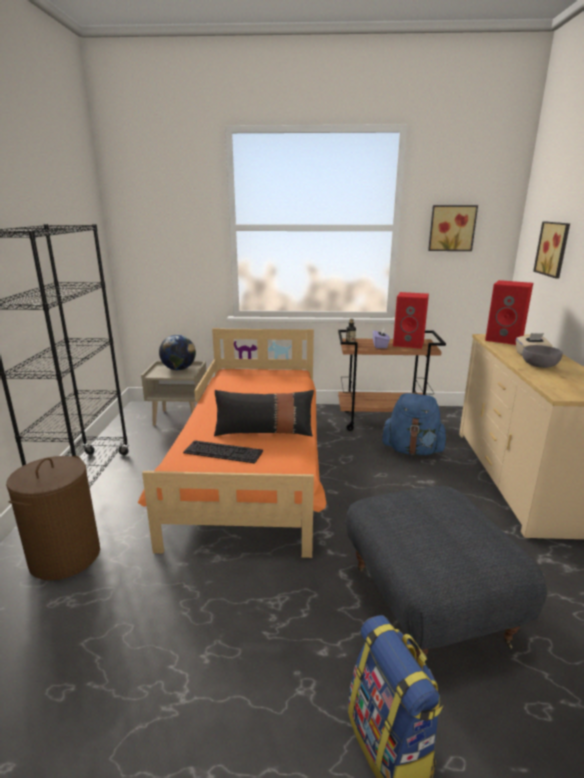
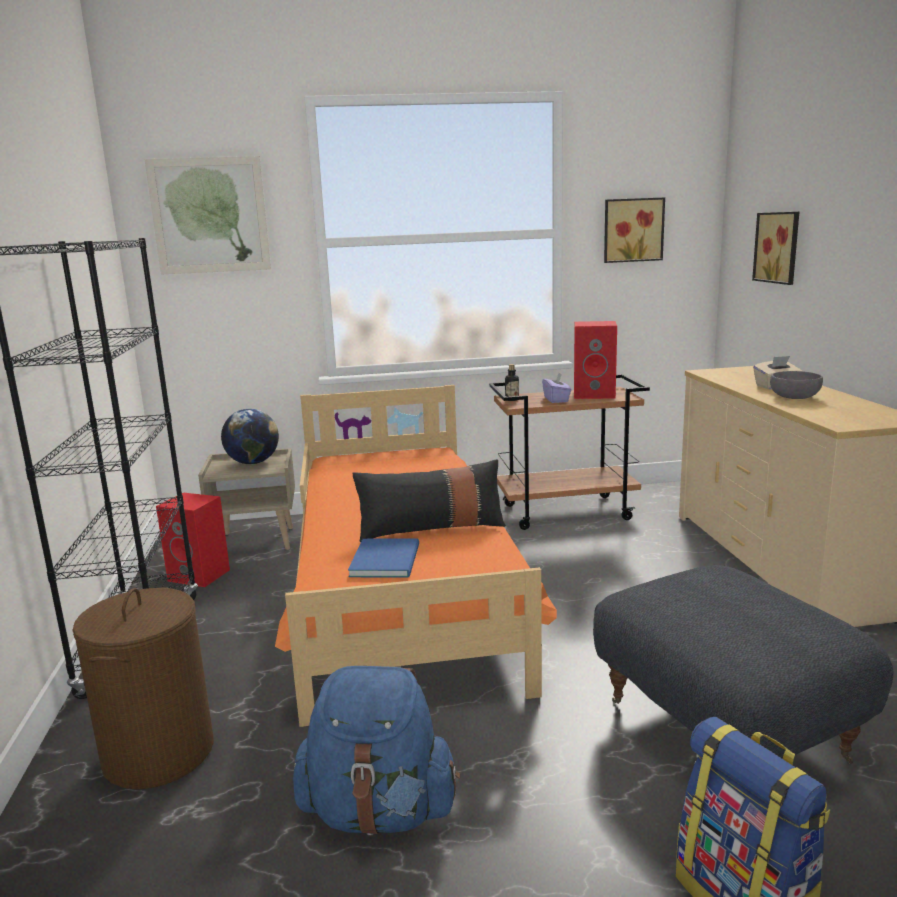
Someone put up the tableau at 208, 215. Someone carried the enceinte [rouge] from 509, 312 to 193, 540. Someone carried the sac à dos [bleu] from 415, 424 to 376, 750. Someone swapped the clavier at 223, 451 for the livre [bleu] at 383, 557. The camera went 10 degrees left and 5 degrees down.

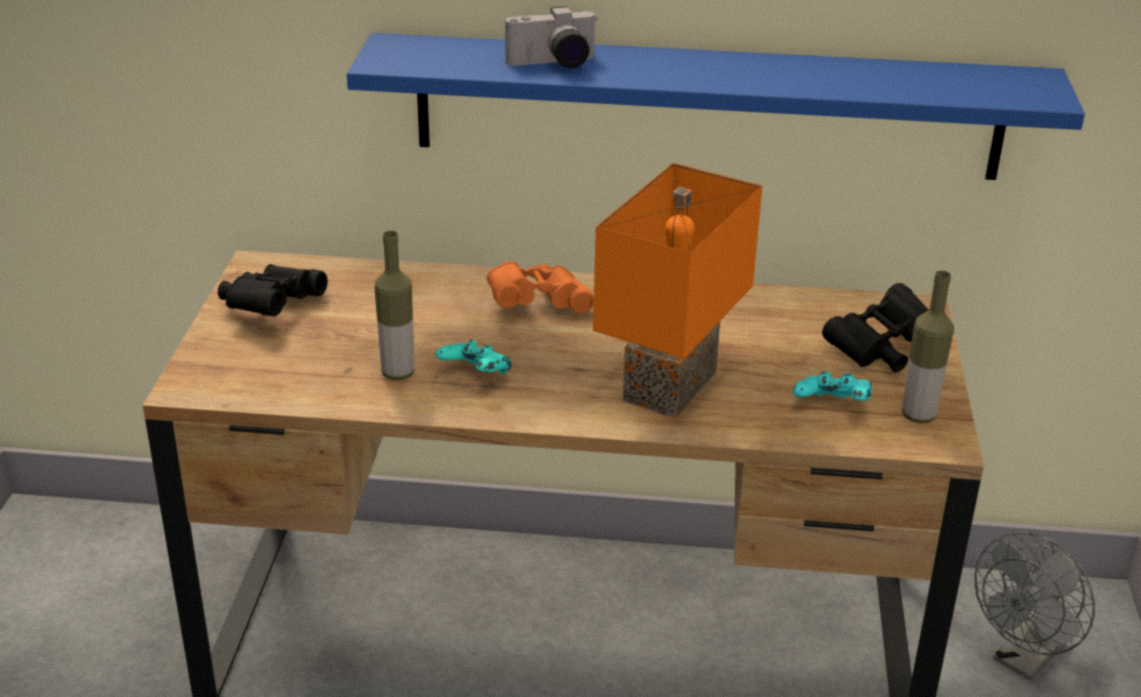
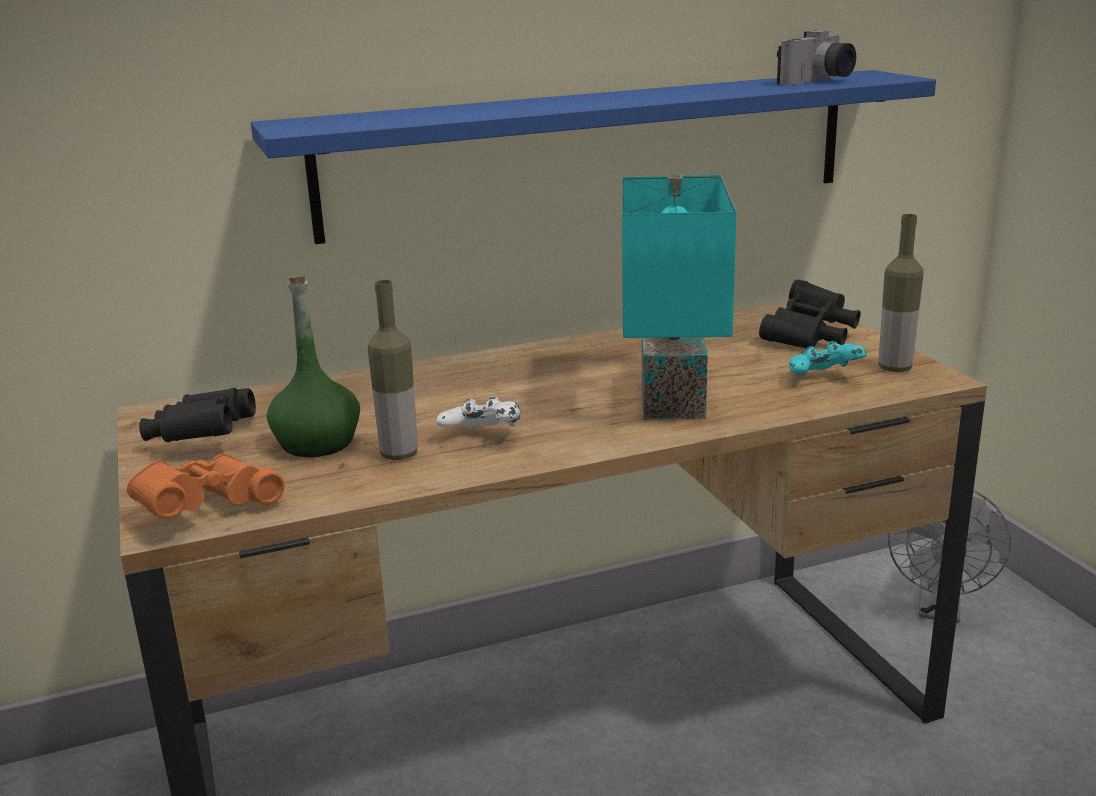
Someone carried the jumelles [orange] from 540, 287 to 206, 486. Someone put down the bouteille [vert] at 313, 366. Someone repainted the manette [turquoise] at 474, 357, which became the manette [blanc] at 478, 413. Someone repainted the lampe de table [orange] at 677, 290, which became the lampe de table [turquoise] at 679, 297. Someone carried the appareil photo from 551, 37 to 816, 58. The camera went 25 degrees left and 10 degrees down.

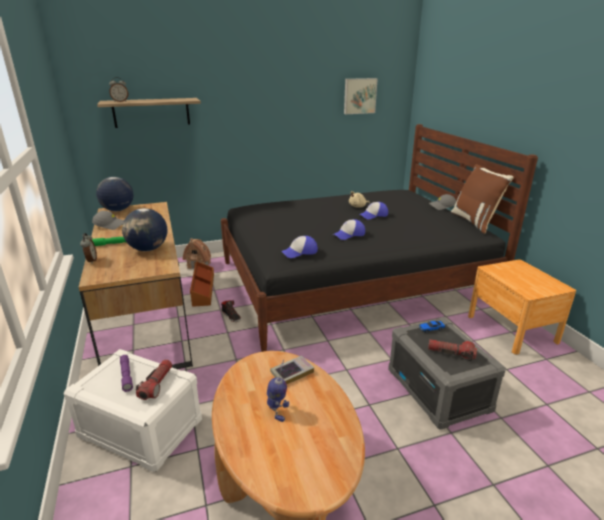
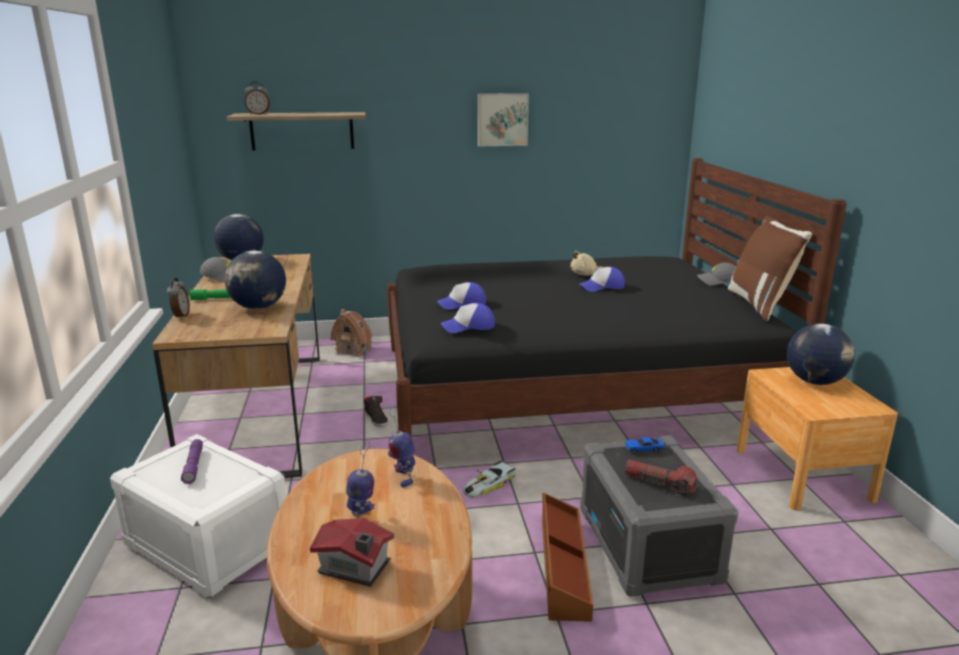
Someone put down the maison miniature at 352, 552. Someone swapped the livre at 292, 370 for the robot jouet at 402, 446. Someone carried the casquette from 349, 229 to 461, 296. Someone put down the petite voiture at 489, 479. Someone carried the tableau from 361, 96 to 503, 119. Someone carried the boîte de rangement [marron] from 202, 284 to 567, 557. Someone put down the globe at 821, 354. Someone took away the lampe de poche at 154, 379. The camera went 10 degrees right and 5 degrees down.

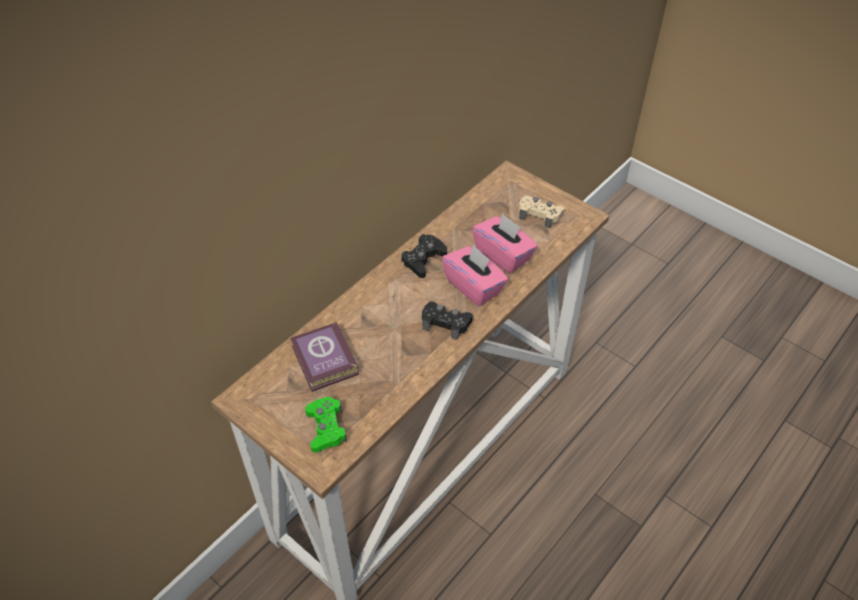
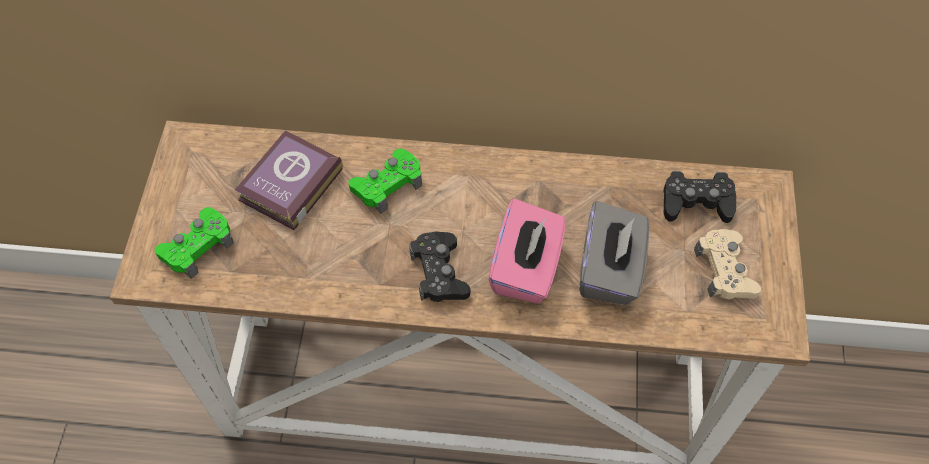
Someone put down the manette [vert] at 385, 181. Someone repainted the boîte à mouchoirs [rose] at 505, 243, which became the boîte à mouchoirs [gris] at 614, 253. Someone carried the manette [noir] from 424, 256 to 699, 197. The camera went 55 degrees right and 10 degrees up.

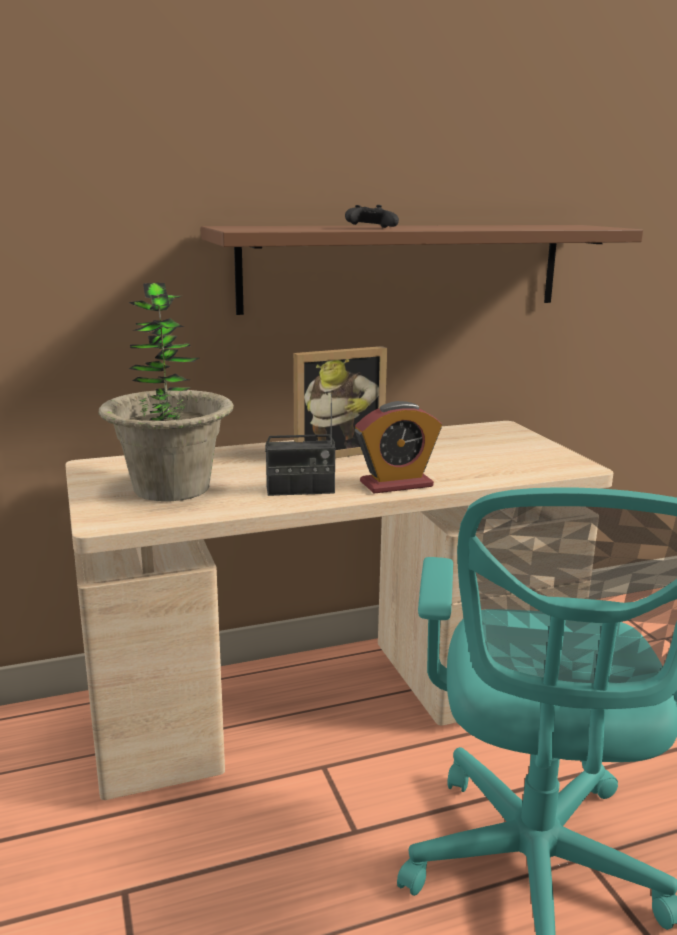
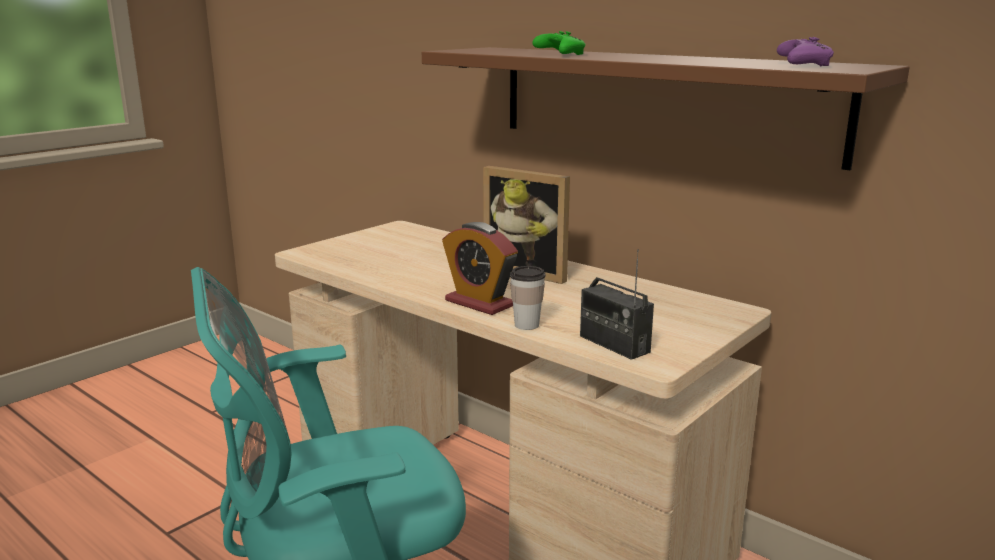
Someone put down the tasse at 528, 298. Someone repainted the manette [noir] at 372, 216, which became the manette [vert] at 558, 43. Someone carried the radio from 300, 445 to 617, 304. Someone put down the manette [violet] at 805, 51. Someone took away the plante en pot at 166, 392. The camera went 60 degrees right and 0 degrees up.

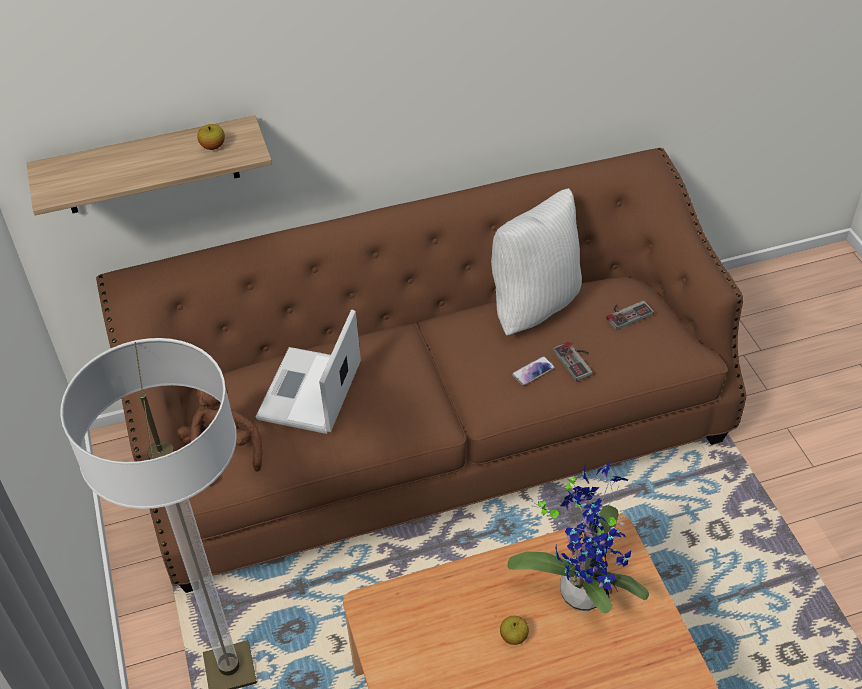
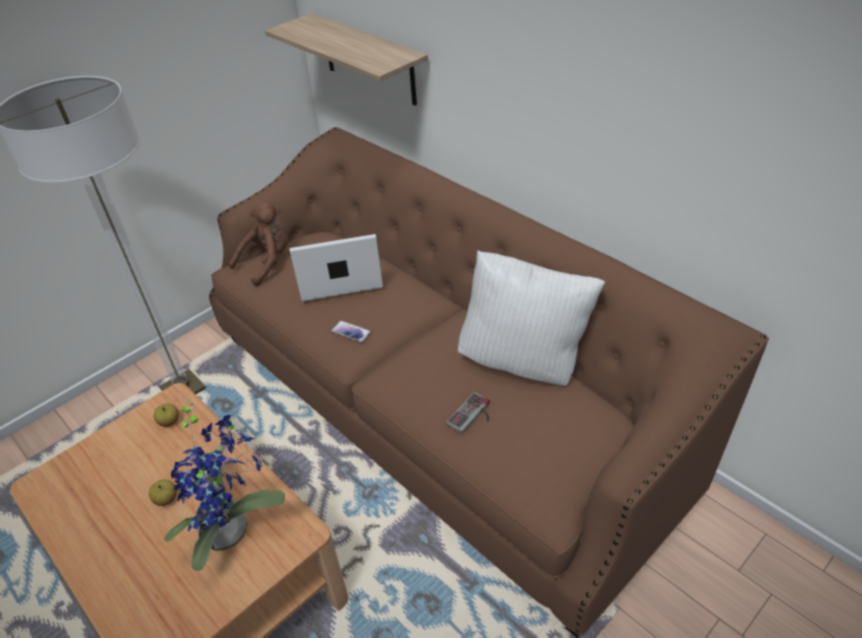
Someone carried the pomme from 211, 137 to 166, 415. Someone carried the téléphone from 533, 371 to 351, 331. Someone took away the manette at 630, 315. The camera went 65 degrees right and 5 degrees down.

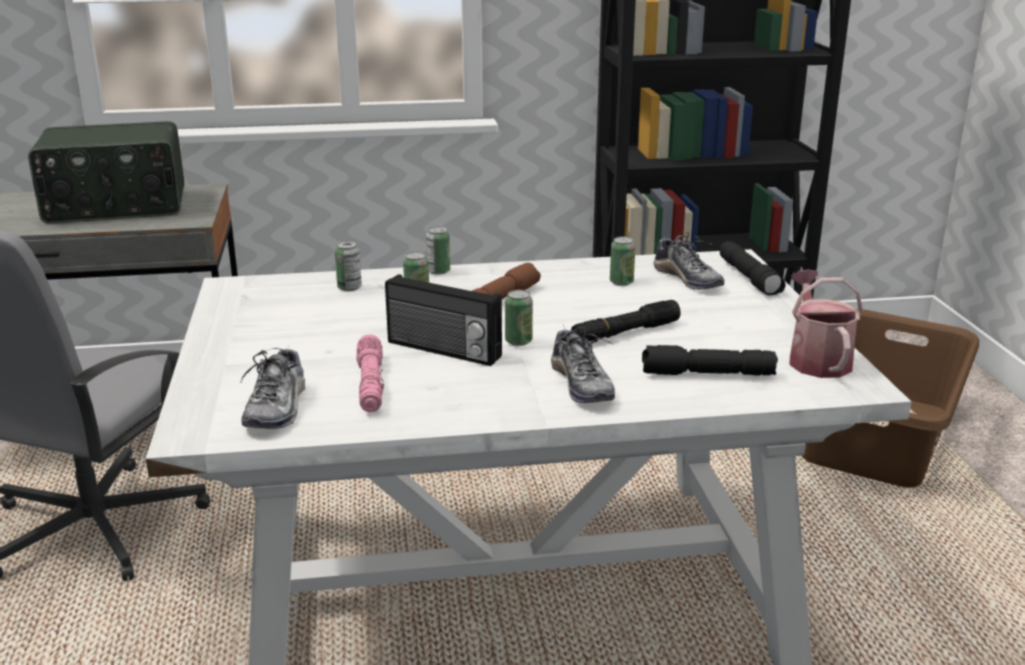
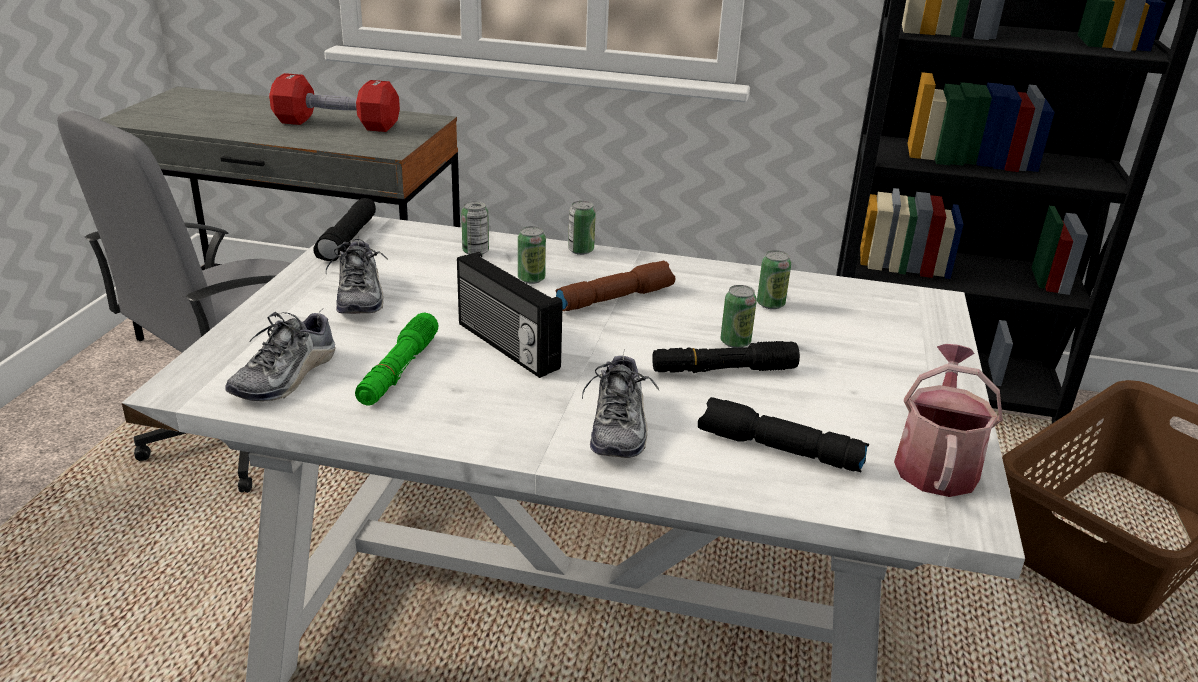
Someone swapped the radio at 106, 172 for the haltère [rouge] at 334, 102. Someone carried the lampe de poche [noir] from 753, 268 to 344, 229. Someone carried the chaussure from 688, 261 to 357, 275. Someone repainted the lampe de poche [rose] at 370, 373, which became the lampe de poche [vert] at 397, 359. Someone carried the boîte métallique from 519, 318 to 739, 316. The camera went 20 degrees right and 5 degrees up.

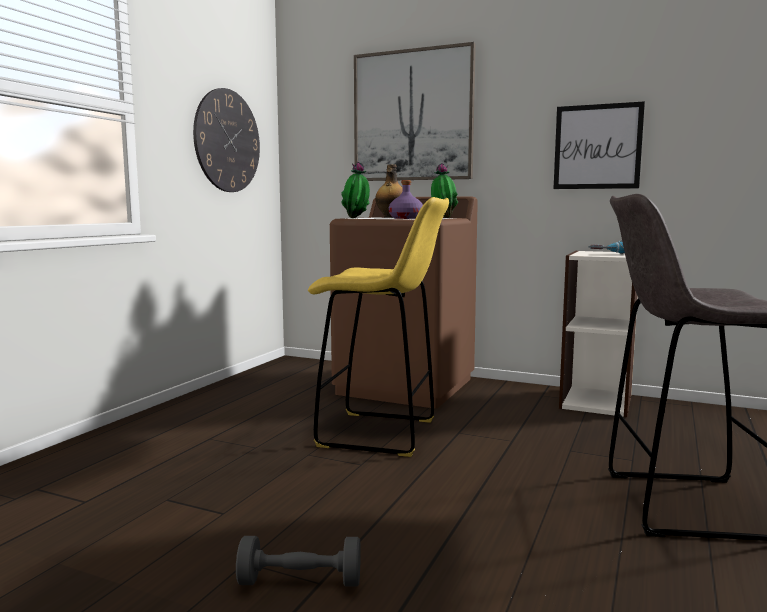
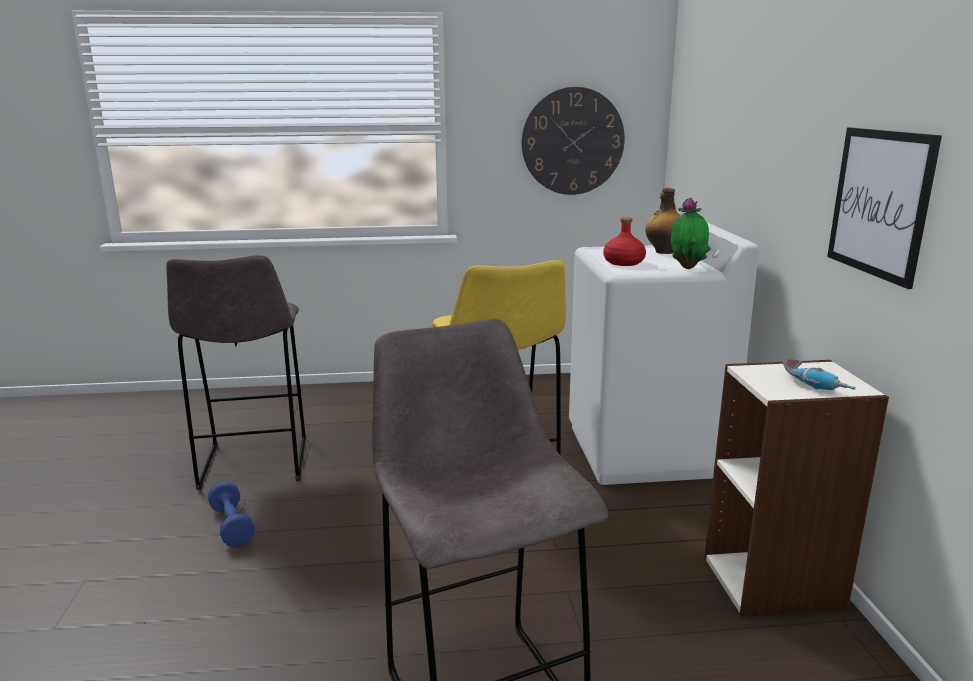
Someone put down the tabouret [gris] at 236, 372. Someone repainted the haltère [gris] at 298, 561, which became the haltère [bleu] at 231, 514. Someone repainted the lave-linge [marron] at 404, 302, which became the lave-linge [blanc] at 664, 354. Someone repainted the bouteille [violet] at 406, 199, which became the bouteille [rouge] at 625, 241. Someone took away the plante en pot at 355, 190. Someone took away the tableau at 415, 111. The camera went 60 degrees right and 10 degrees up.

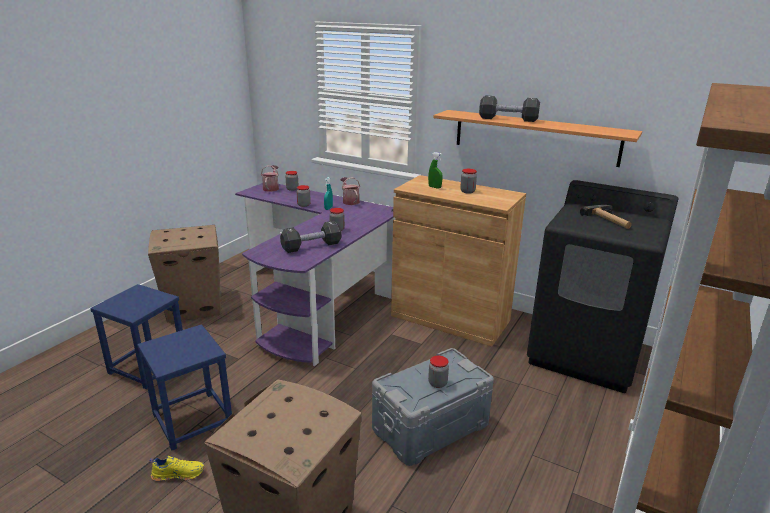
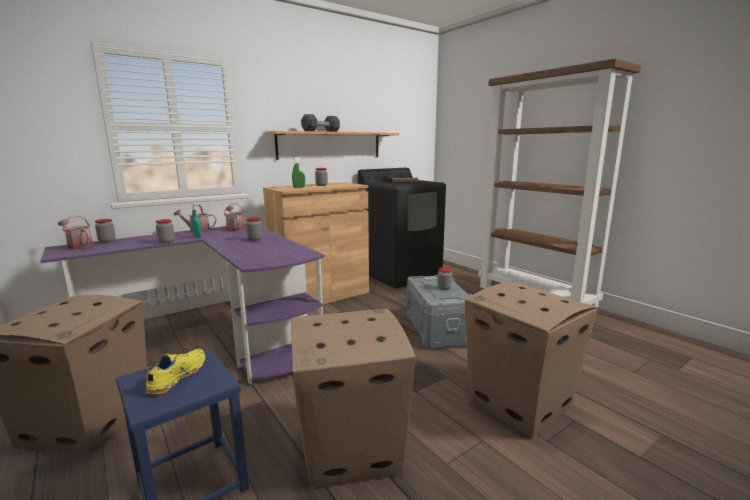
Someone carried the chaussure [jaune] from 177, 468 to 175, 372. Someone put down the arrosoir at 234, 217. Someone swapped the tabouret [bleu] at 184, 387 for the carton at 353, 399. Someone took away the haltère [noir] at 311, 237. The camera went 65 degrees left and 10 degrees down.

